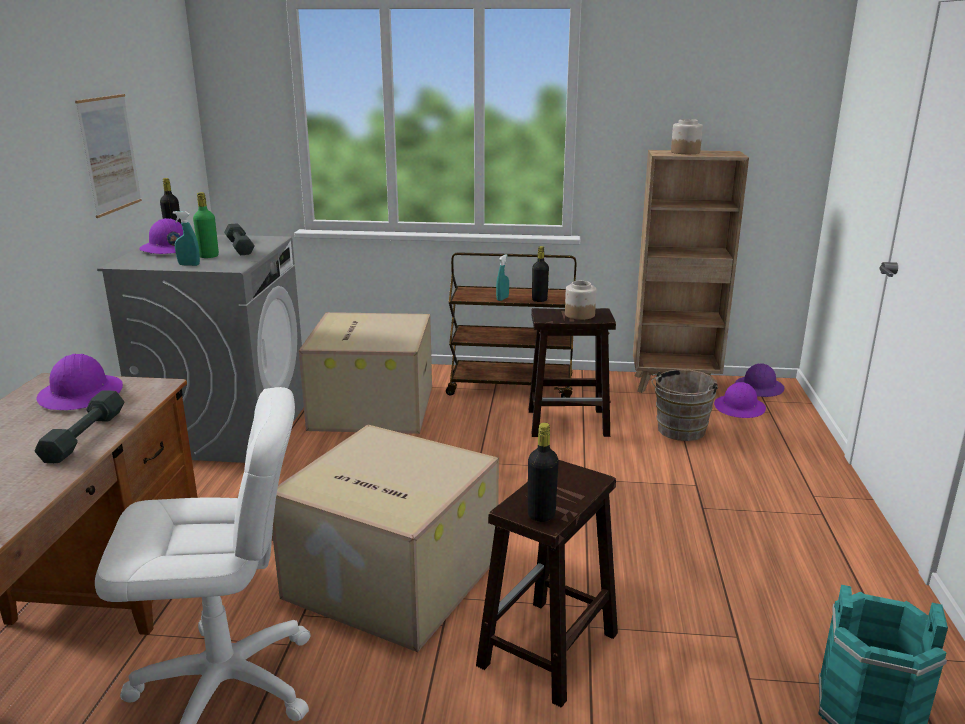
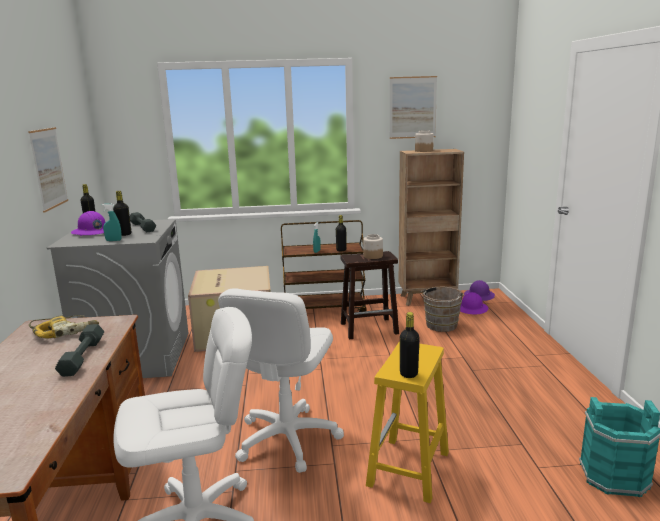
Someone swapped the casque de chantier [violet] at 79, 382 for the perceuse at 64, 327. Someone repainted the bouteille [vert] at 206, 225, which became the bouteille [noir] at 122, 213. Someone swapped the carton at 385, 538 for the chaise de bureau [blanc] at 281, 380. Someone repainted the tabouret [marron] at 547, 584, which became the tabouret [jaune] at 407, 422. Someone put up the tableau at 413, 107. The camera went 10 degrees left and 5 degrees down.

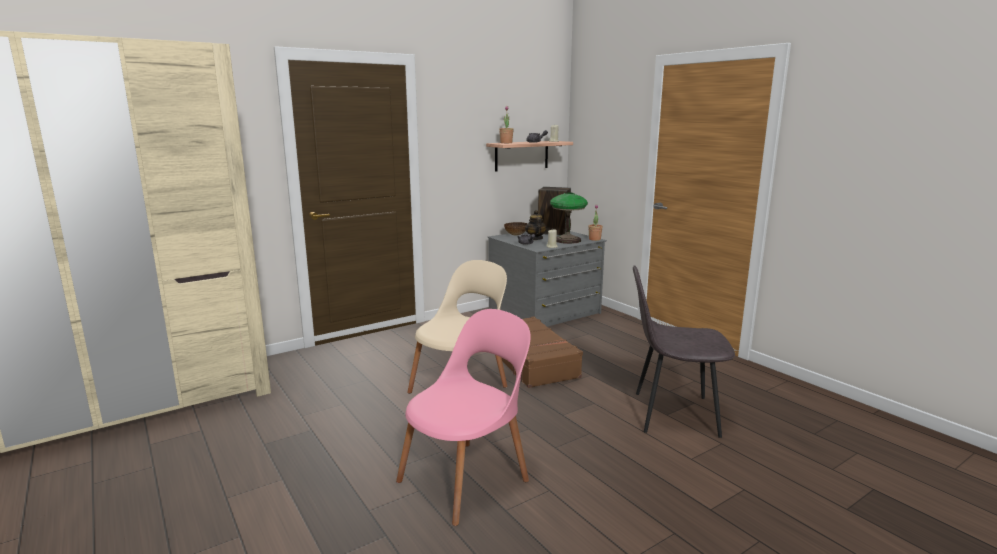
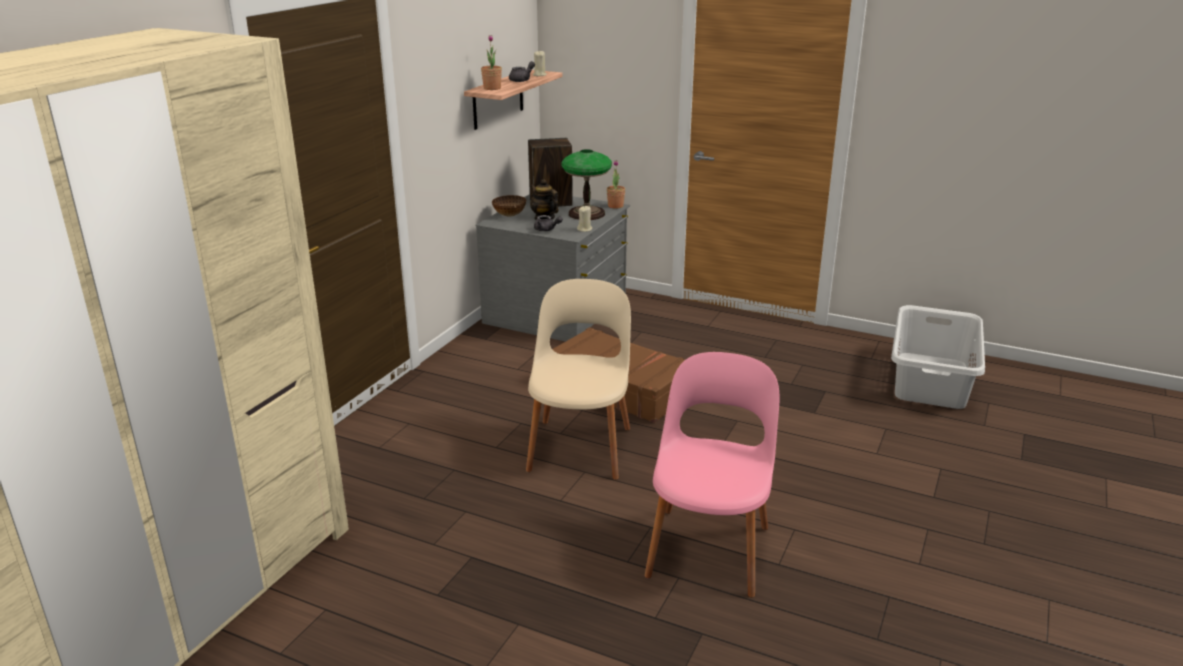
Someone put down the panier à linge [gris] at 938, 357. Someone took away the chaise [gris] at 684, 351. The camera went 30 degrees left and 10 degrees up.

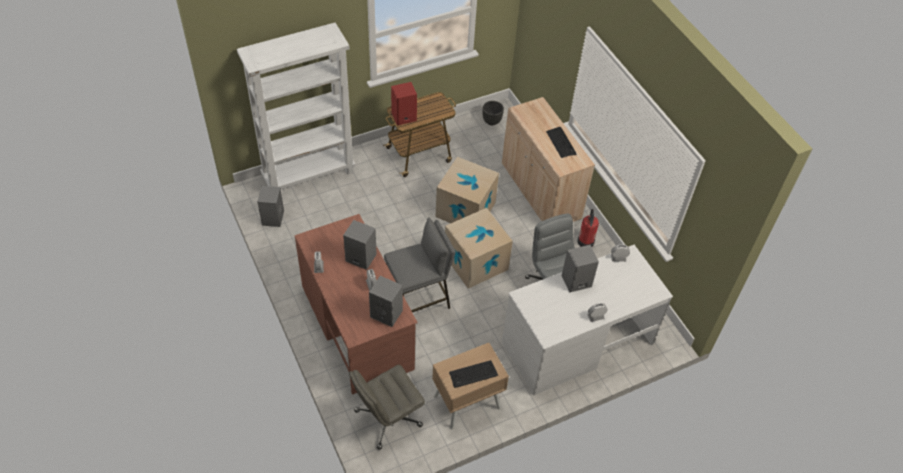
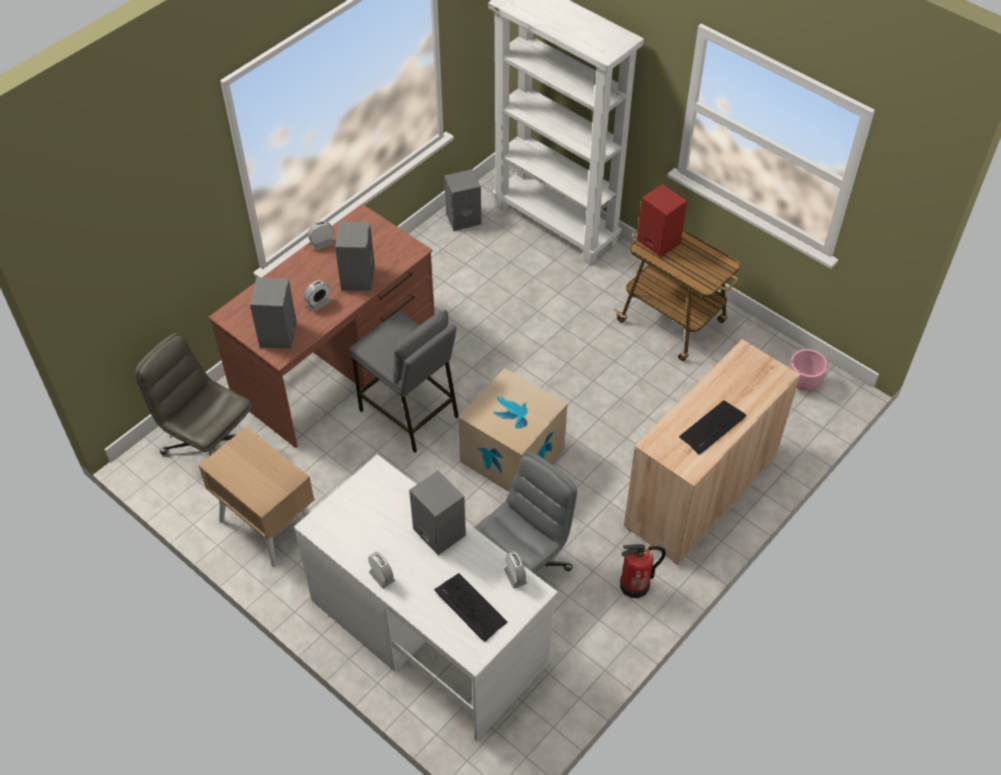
Someone carried the clavier from 473, 374 to 470, 607. Someone repainted the cache-pot [noir] at 493, 113, which became the cache-pot [rose] at 808, 370. Someone took away the carton at 467, 190. The camera went 70 degrees right and 0 degrees up.

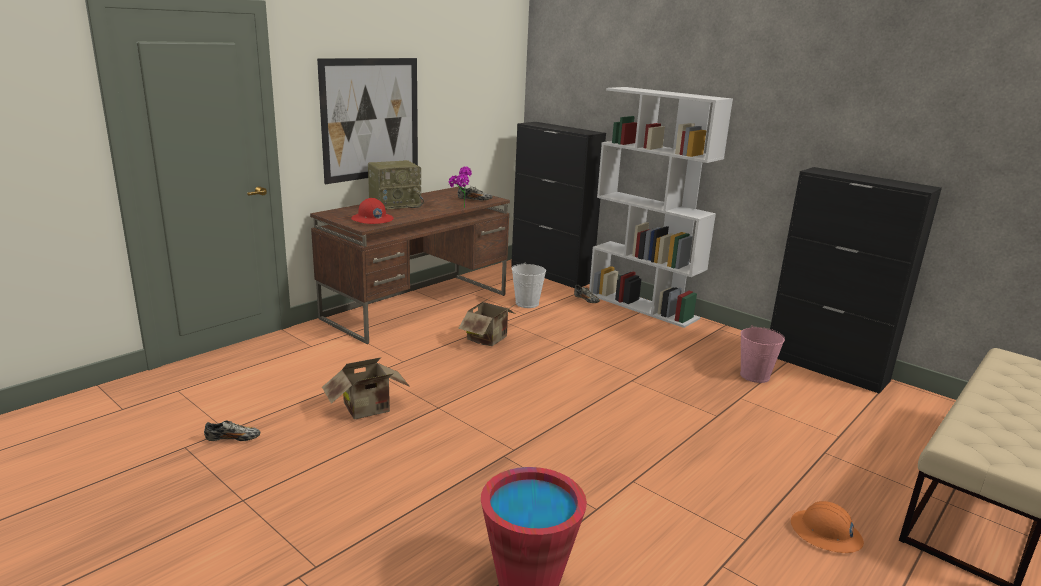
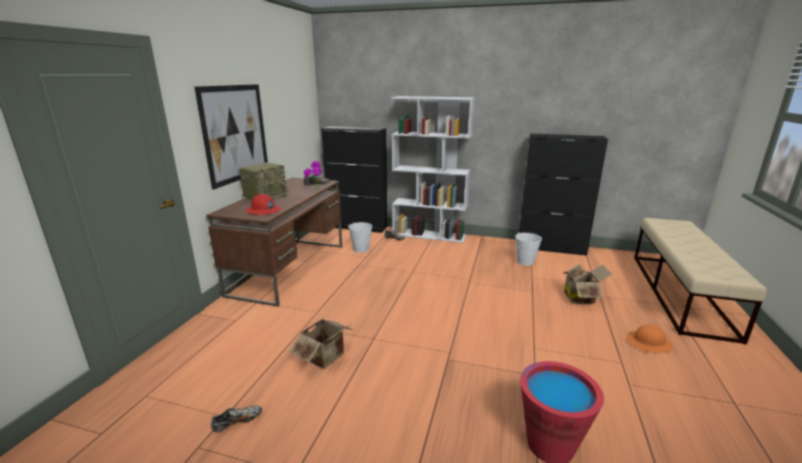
Someone repainted the seau [rose] at 762, 354, which became the seau [blanc] at 528, 249. Someone carried the carton from 489, 321 to 588, 284. The camera went 25 degrees left and 0 degrees up.

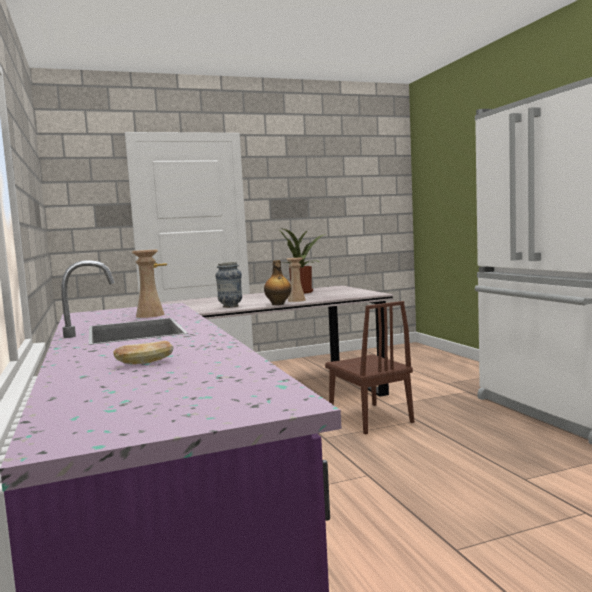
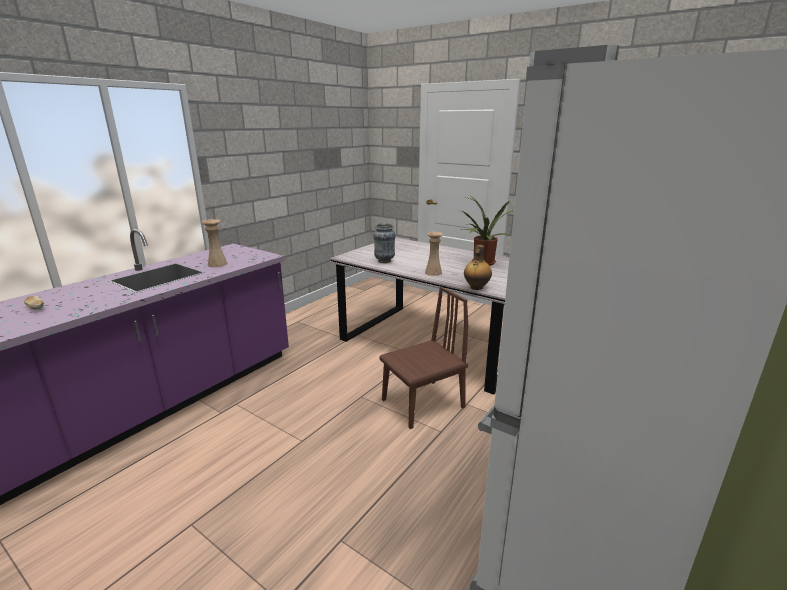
Someone rotated the chaise [marron] at 369, 367 by 150 degrees counterclockwise. Someone carried the bouteille from 277, 282 to 478, 267. The camera went 55 degrees right and 15 degrees up.

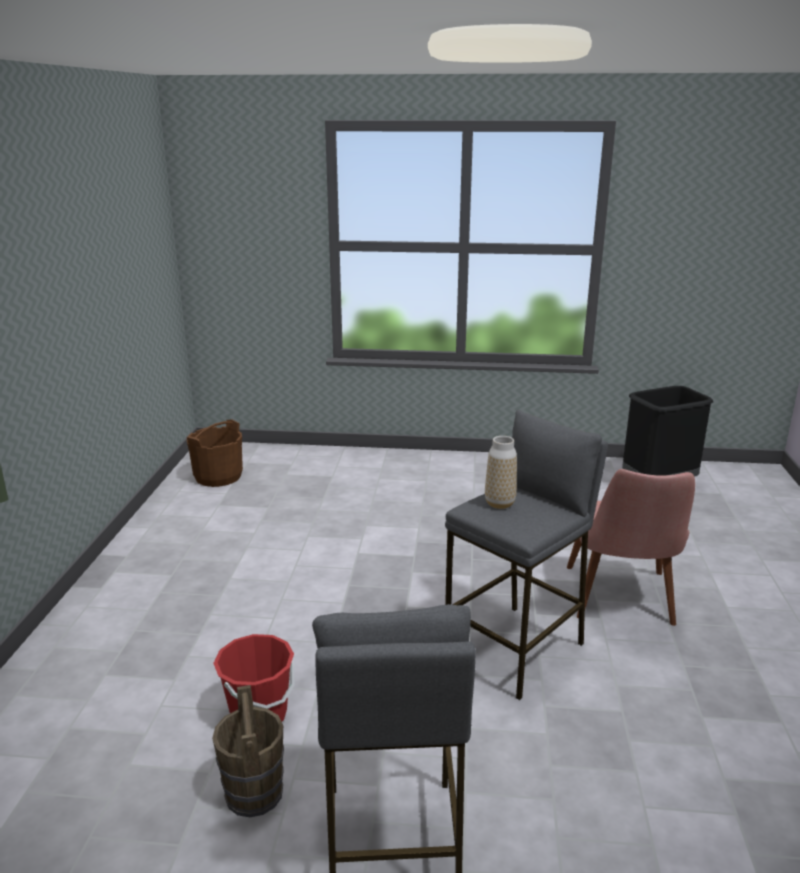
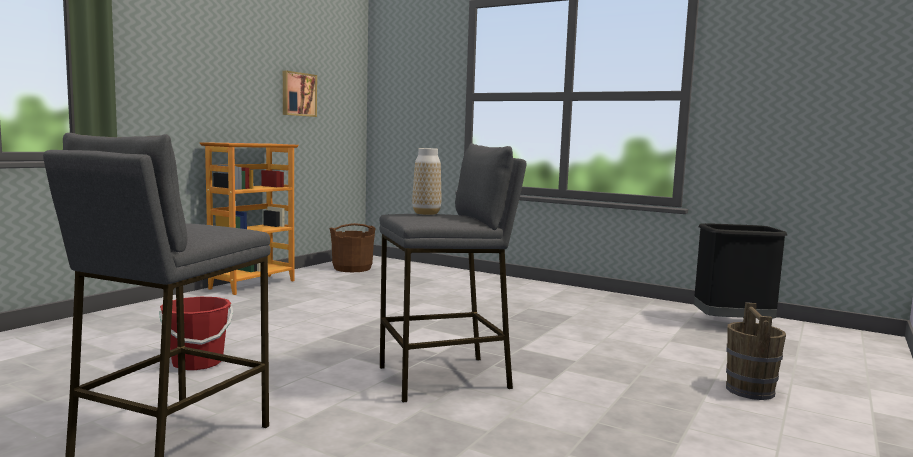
Someone put down the bibliothèque at 249, 218. Someone put up the tableau at 300, 94. Someone carried the seau [marron] from 248, 751 to 756, 351. Someone took away the chaise [rose] at 631, 547. The camera went 25 degrees right and 15 degrees down.

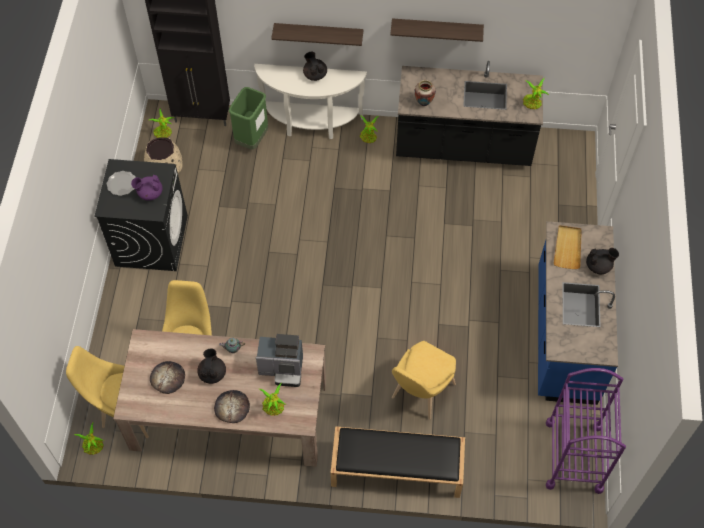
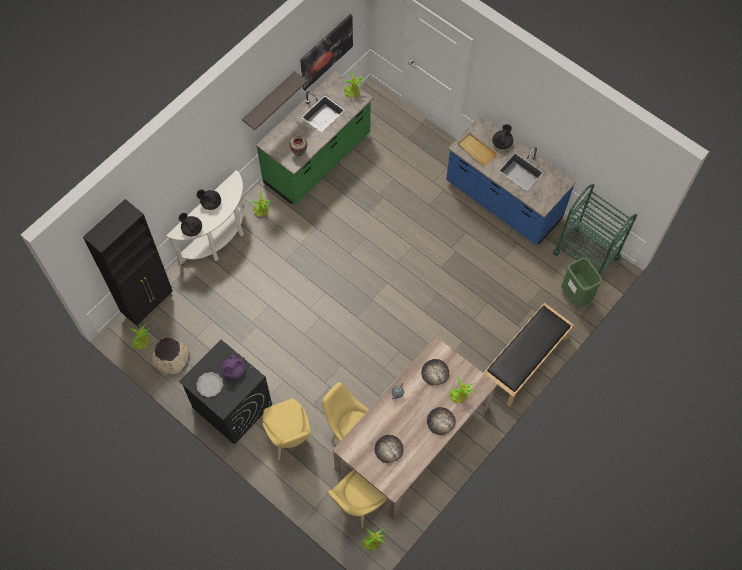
Someone carried the théière [noir] from 211, 366 to 190, 225. Someone repainted the comptoir de cuisine [noir] at 469, 113, which became the comptoir de cuisine [vert] at 314, 137. Someone carried the chaise [jaune] from 424, 380 to 288, 429. Someone put up the tableau at 326, 52. Someone swapped the machine à café at 279, 360 for the pain at 435, 372. Someone repainted the chariot [violet] at 586, 431, which became the chariot [vert] at 595, 229. Someone carried the poubelle [vert] from 248, 118 to 581, 282. Someone took away the étagère at 317, 34. The camera went 55 degrees left and 5 degrees up.

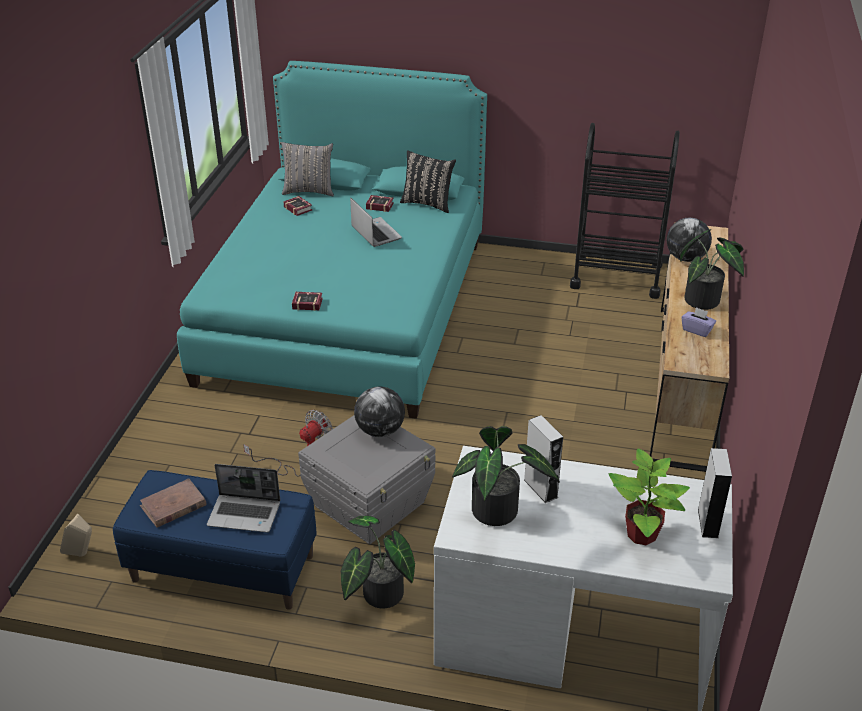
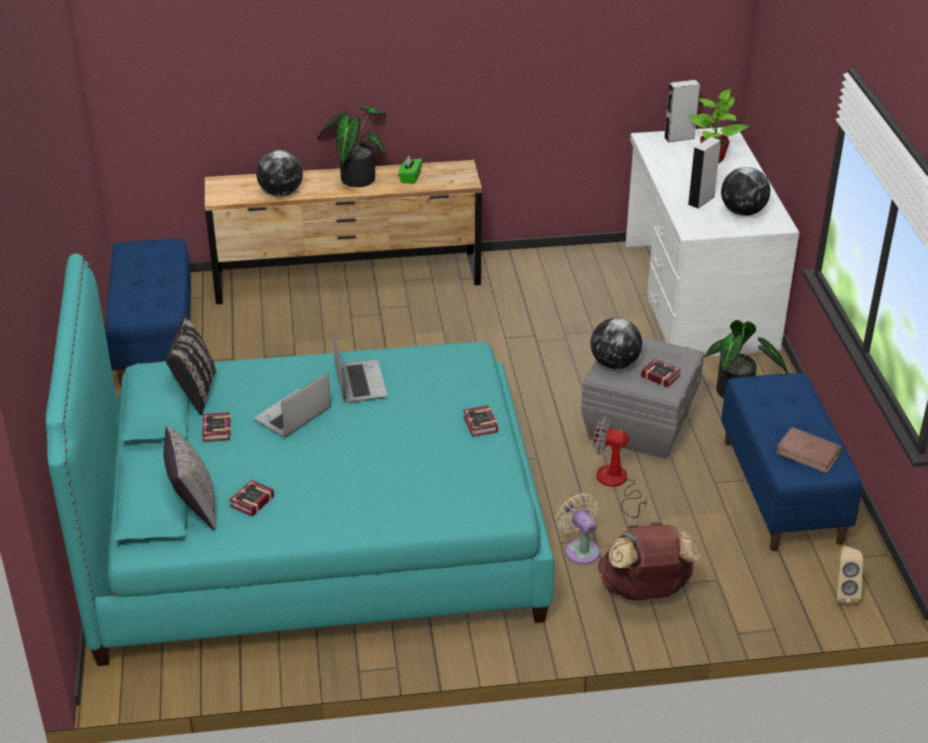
Someone swapped the chariot [noir] at 625, 211 for the banc [bleu] at 148, 312. Someone carried the ordinateur portable from 243, 498 to 360, 367. Someone repainted the boîte à mouchoirs [violet] at 698, 322, which became the boîte à mouchoirs [vert] at 410, 170. Someone put down the ventilateur [beige] at 577, 529. Someone put down the sac à dos [marron] at 649, 561. Someone put down the livre at 661, 373. Someone swapped the plante en pot at 506, 476 for the globe at 745, 191. The camera went 110 degrees left and 0 degrees up.

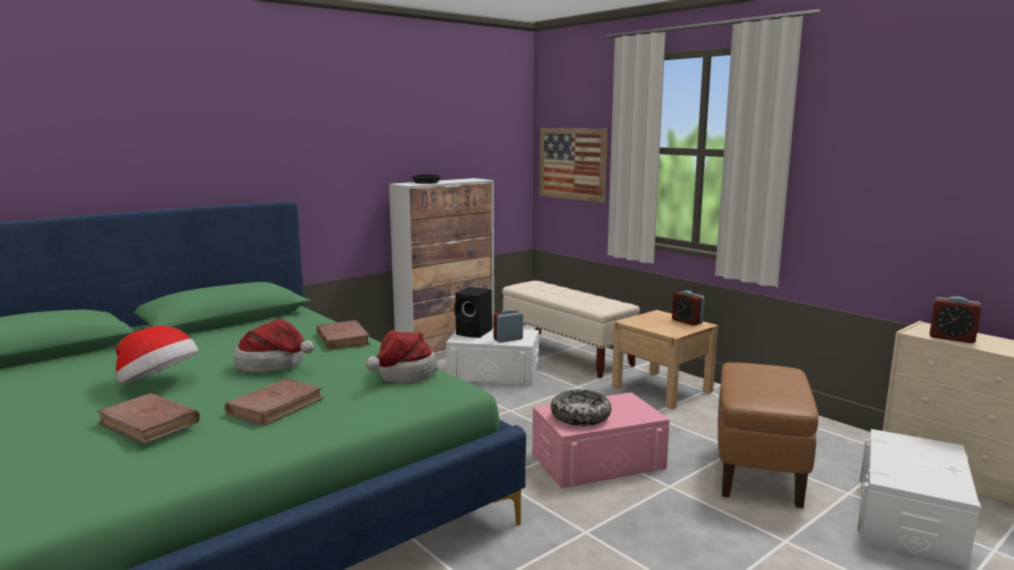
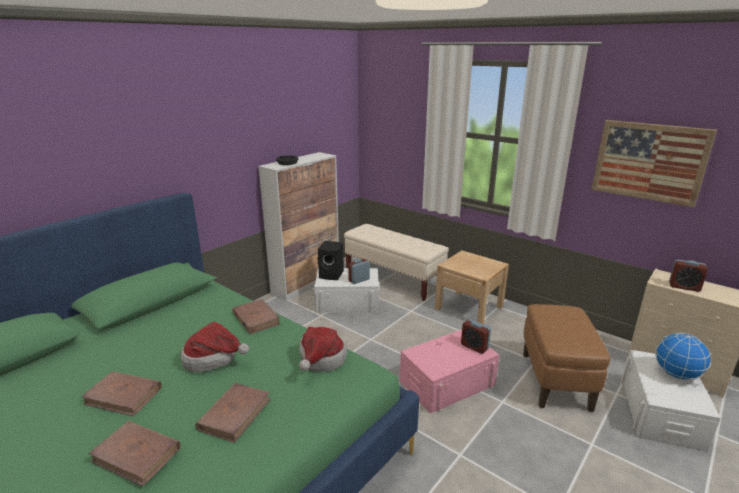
Someone swapped the chapeau at 157, 355 for the livre [marron] at 121, 393. Someone carried the réveil from 688, 308 to 476, 336. Someone carried the tableau from 573, 165 to 654, 163. Someone put down the globe at 683, 356. Someone took away the bol at 581, 407. The camera went 10 degrees left and 10 degrees up.

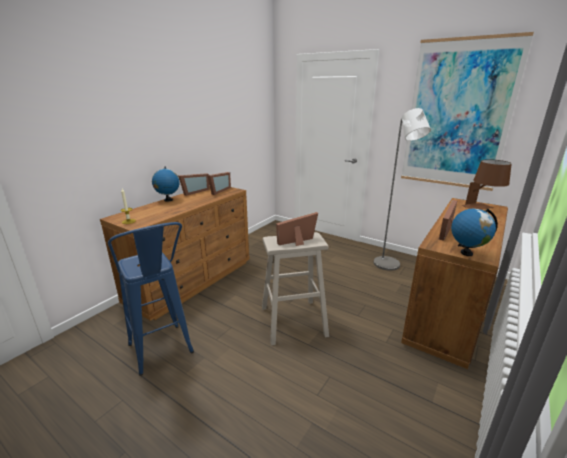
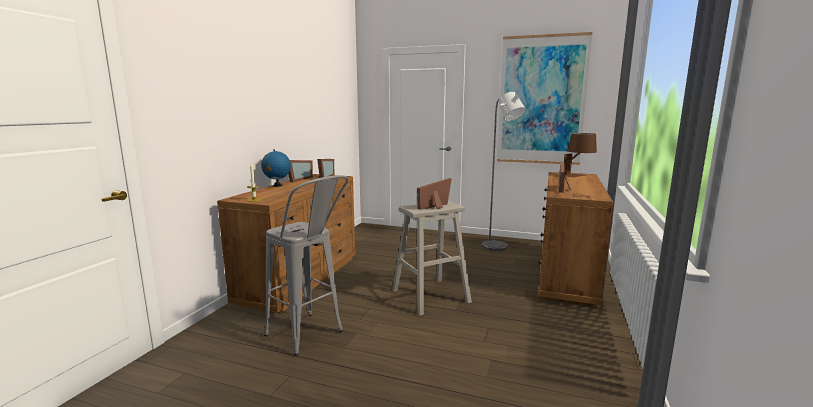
Someone repainted the tabouret [bleu] at 151, 299, which became the tabouret [gris] at 306, 265. Someone took away the globe at 474, 232. The camera went 15 degrees left and 10 degrees down.

